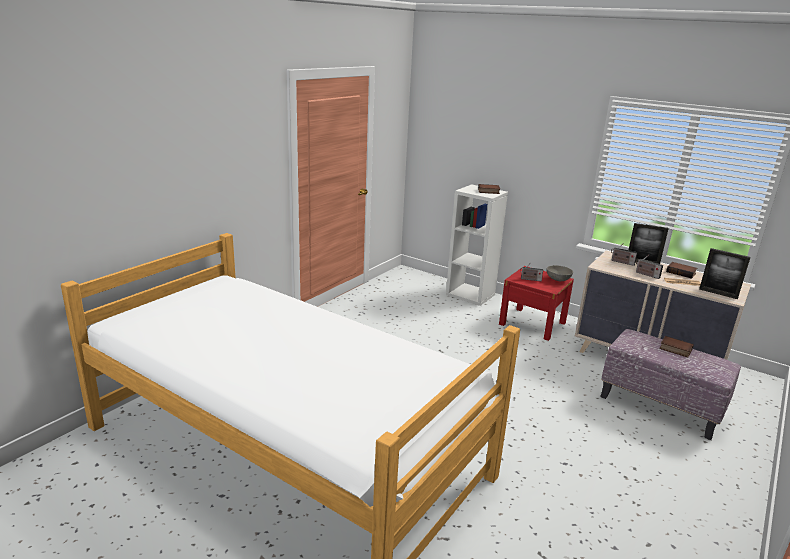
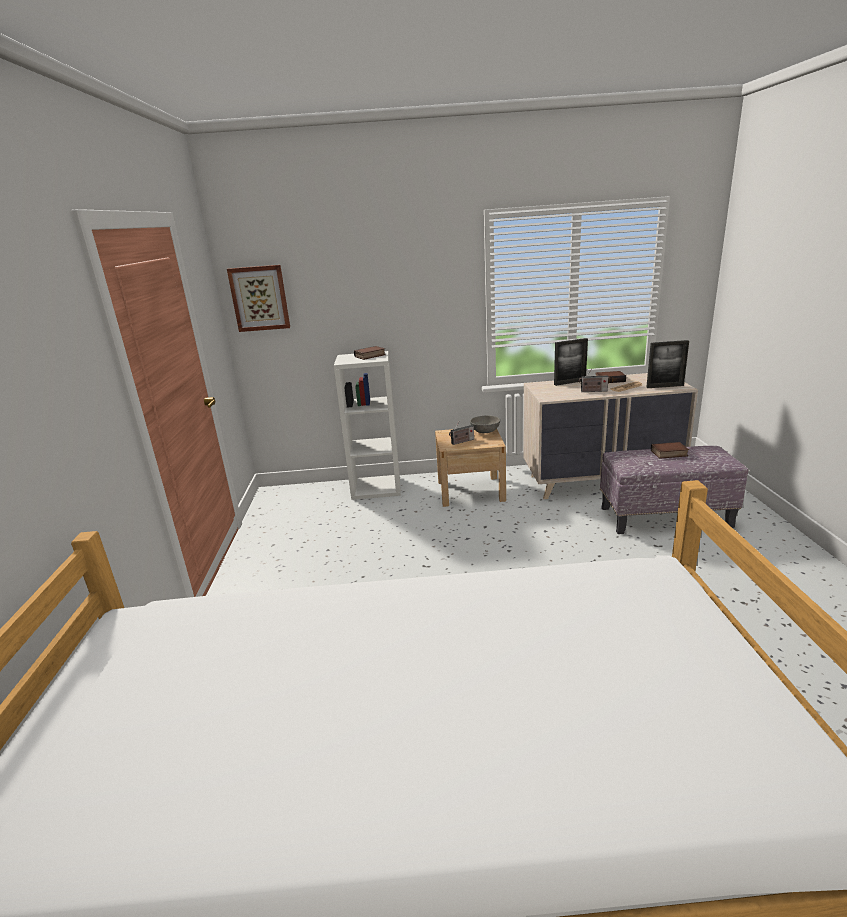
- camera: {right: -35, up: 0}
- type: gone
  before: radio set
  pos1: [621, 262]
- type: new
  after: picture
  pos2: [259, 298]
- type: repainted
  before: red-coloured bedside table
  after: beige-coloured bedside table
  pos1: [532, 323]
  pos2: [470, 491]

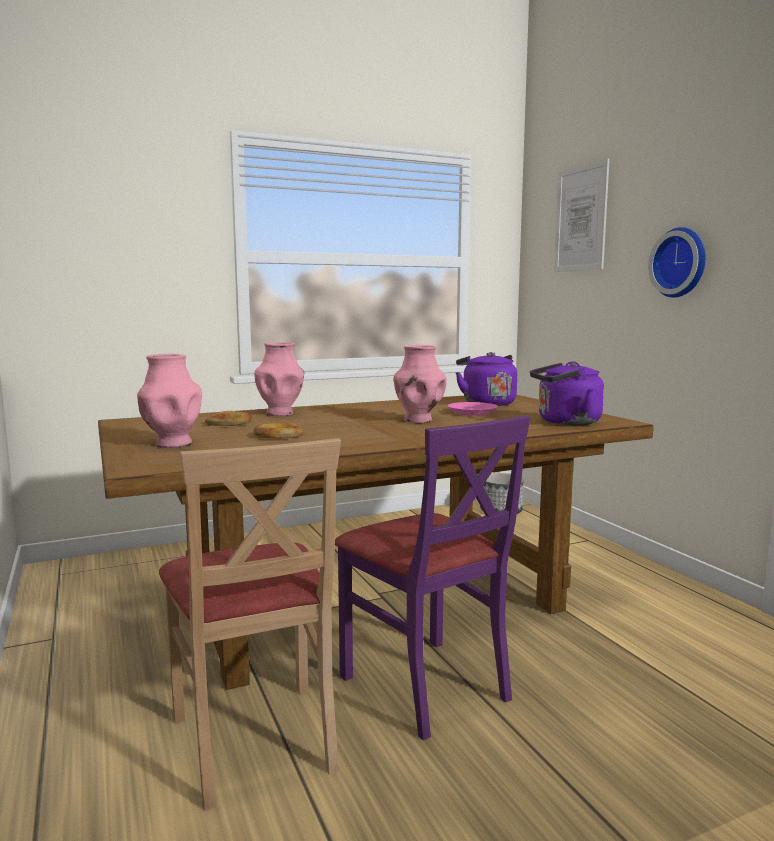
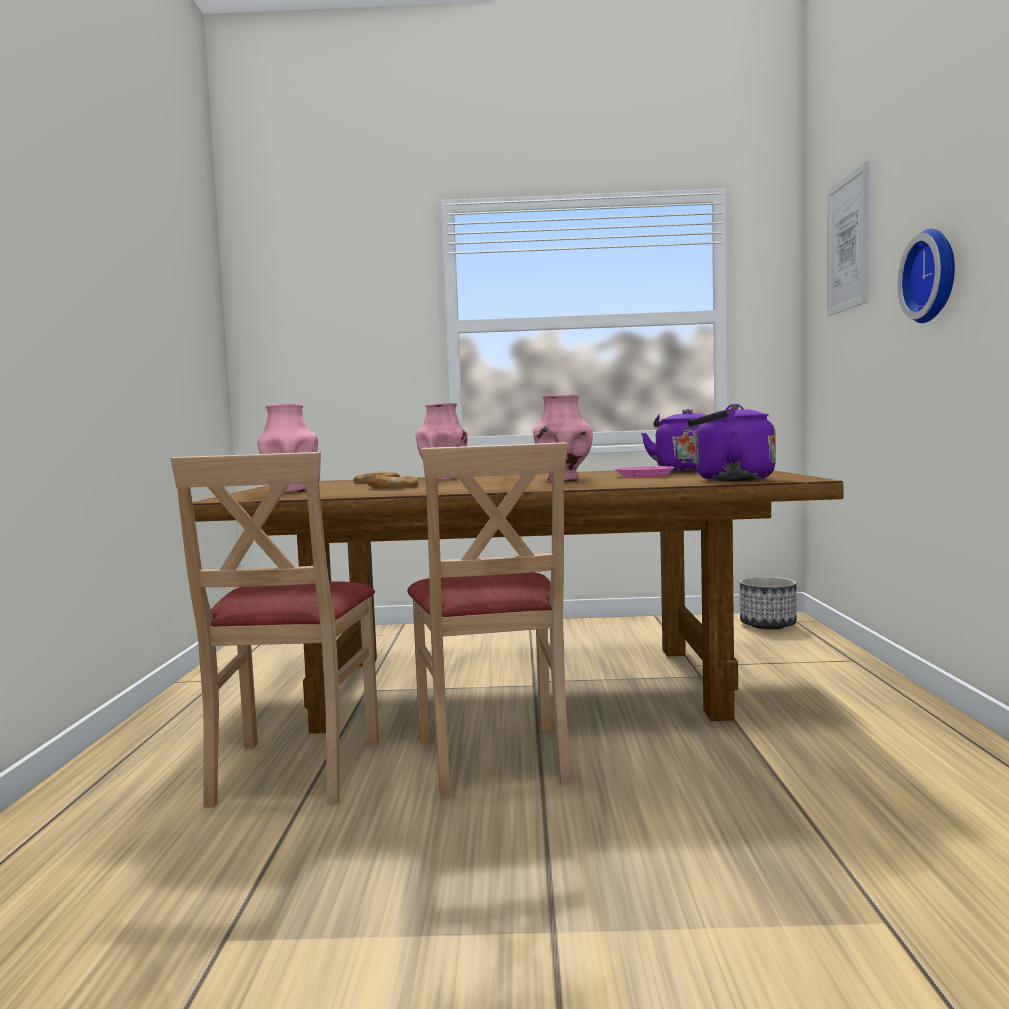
- camera: {right: 25, up: -5}
- type: repainted
  before: purple plain chair
  after: beige-coloured plain chair
  pos1: [426, 685]
  pos2: [494, 758]

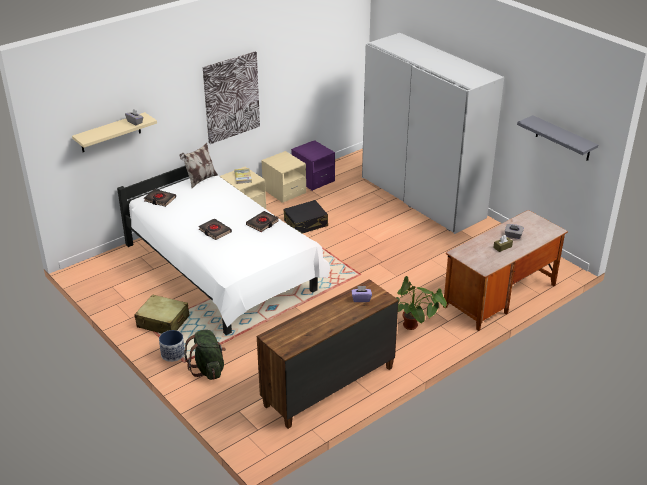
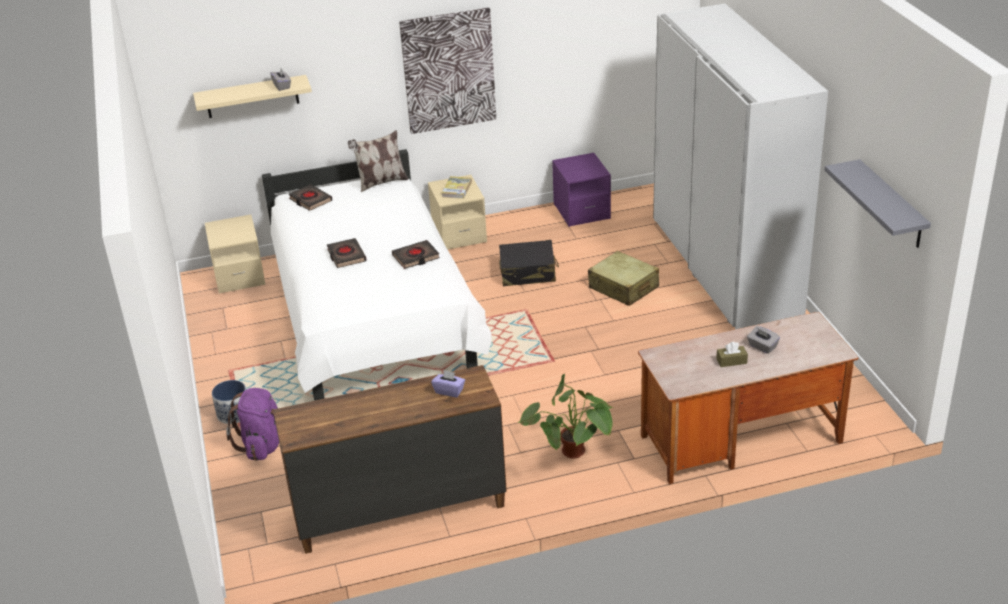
- camera: {right: 25, up: 0}
- type: shifted
  before: beige-coloured suitcase
  pos1: [163, 322]
  pos2: [623, 288]
- type: shifted
  before: beige-coloured bedside table
  pos1: [284, 191]
  pos2: [239, 276]
- type: repainted
  before: green-coloured rucksack
  after: purple rucksack
  pos1: [208, 369]
  pos2: [262, 445]

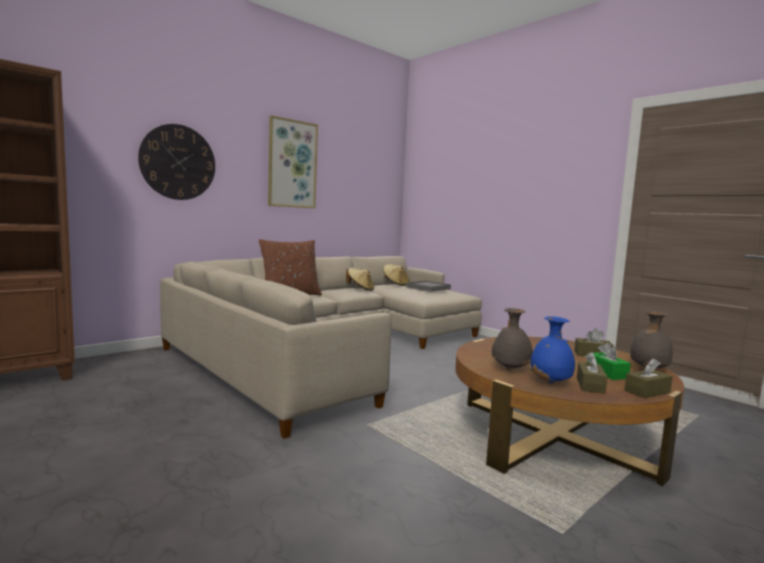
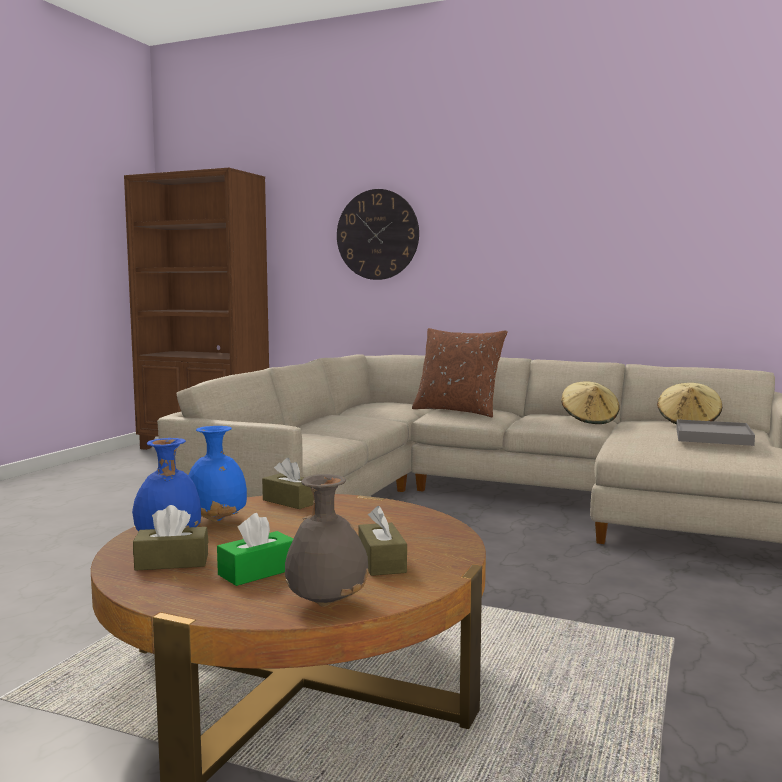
- camera: {right: 65, up: 0}
- type: gone
  before: picture
  pos1: [292, 164]
- type: shifted
  before: brownish box of tissues
  pos1: [647, 391]
  pos2: [290, 501]
- type: repainted
  before: grey decorative vase
  after: bluish decorative vase
  pos1: [510, 368]
  pos2: [218, 520]

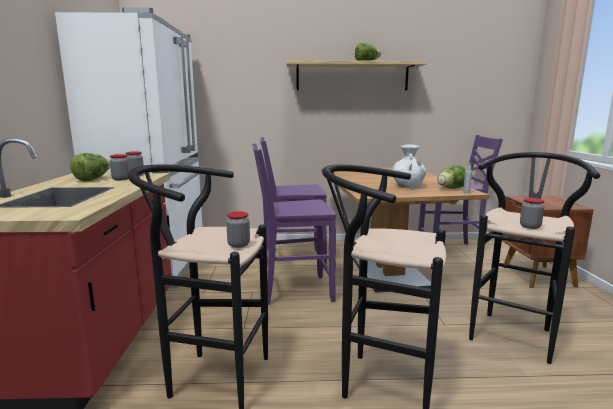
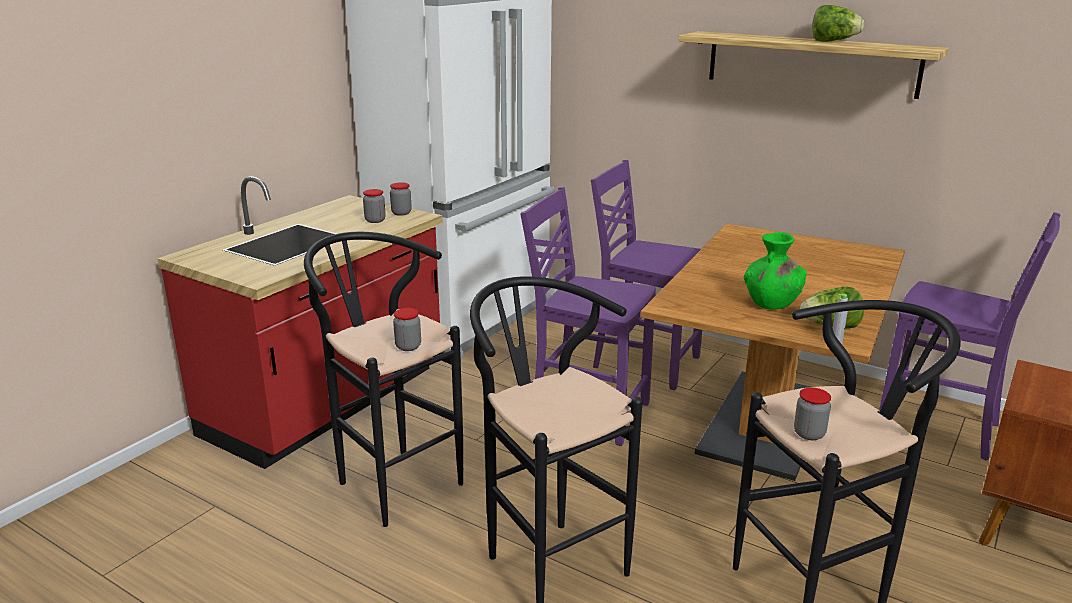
- camera: {right: 35, up: 10}
- type: gone
  before: lettuce head
  pos1: [93, 179]
- type: repainted
  before: white-coloured decorative vase
  after: green-coloured decorative vase
  pos1: [408, 186]
  pos2: [771, 303]

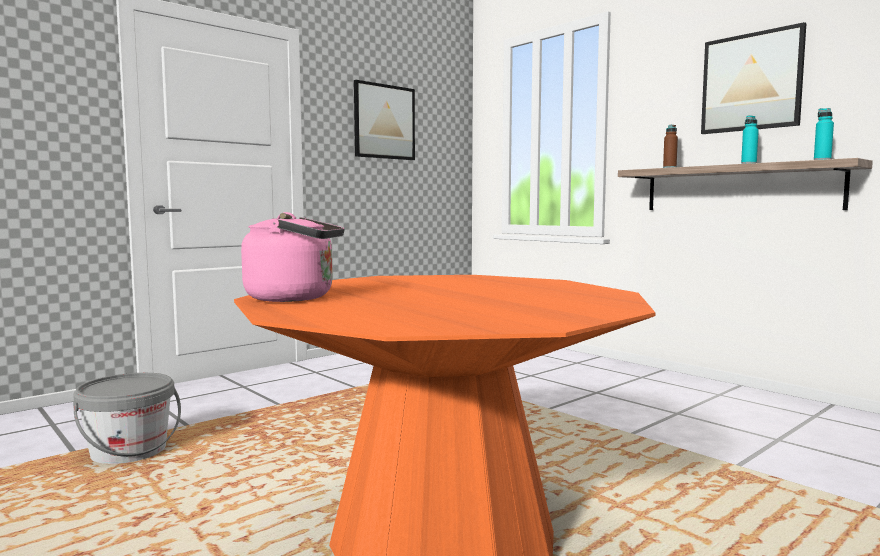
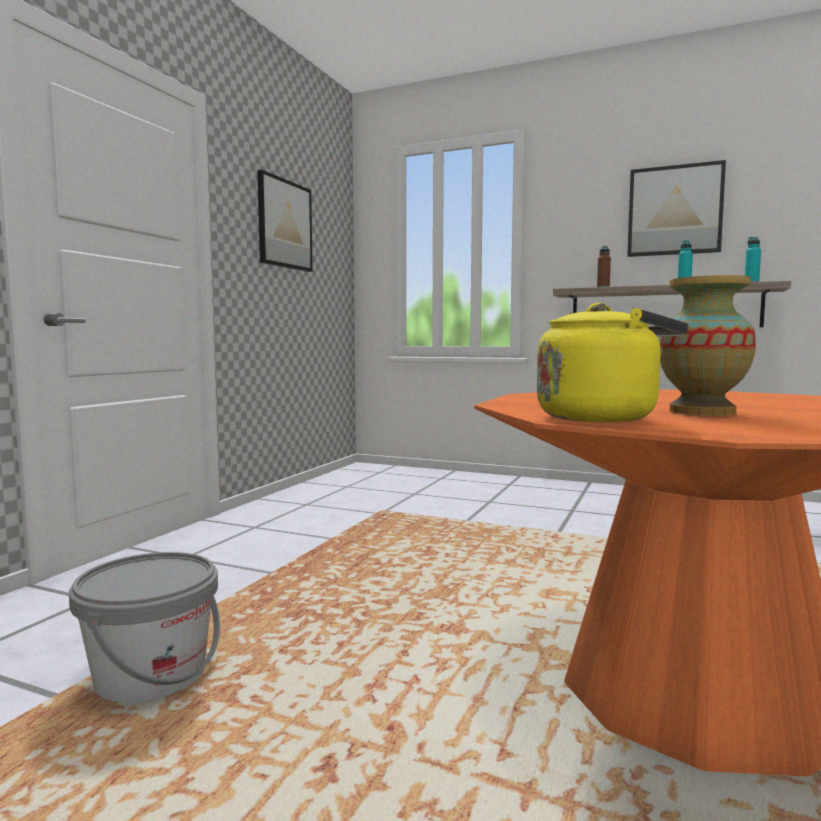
- camera: {right: -25, up: 0}
- type: new
  after: decorative vase
  pos2: [702, 412]
- type: repainted
  before: pink-coloured tea kettle
  after: yellow-coloured tea kettle
  pos1: [296, 298]
  pos2: [601, 417]

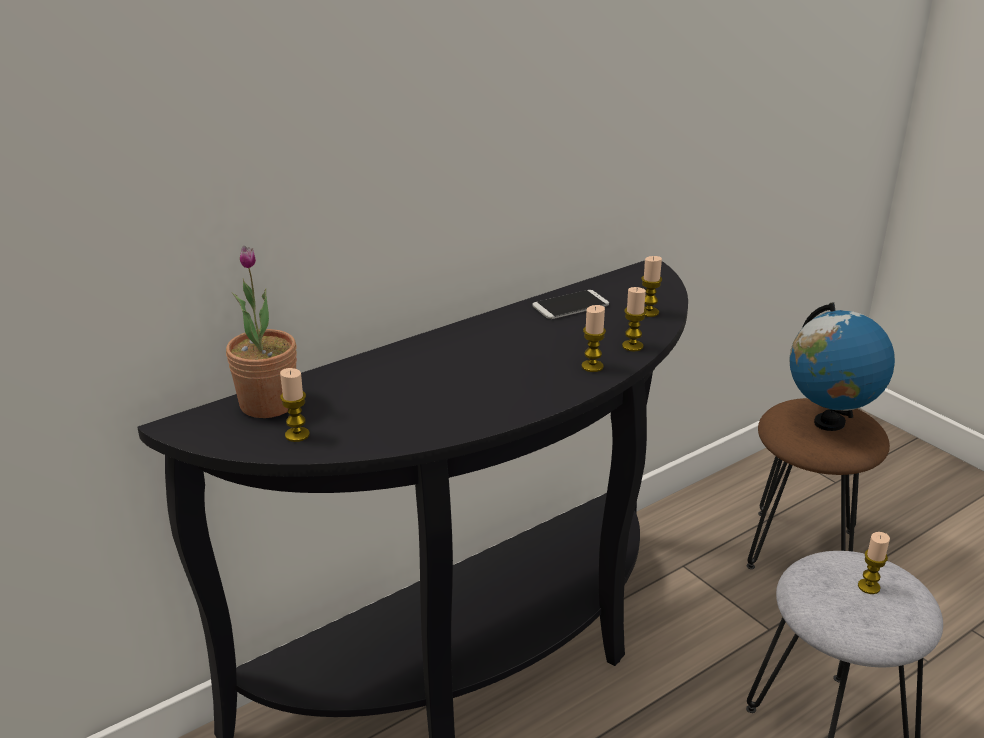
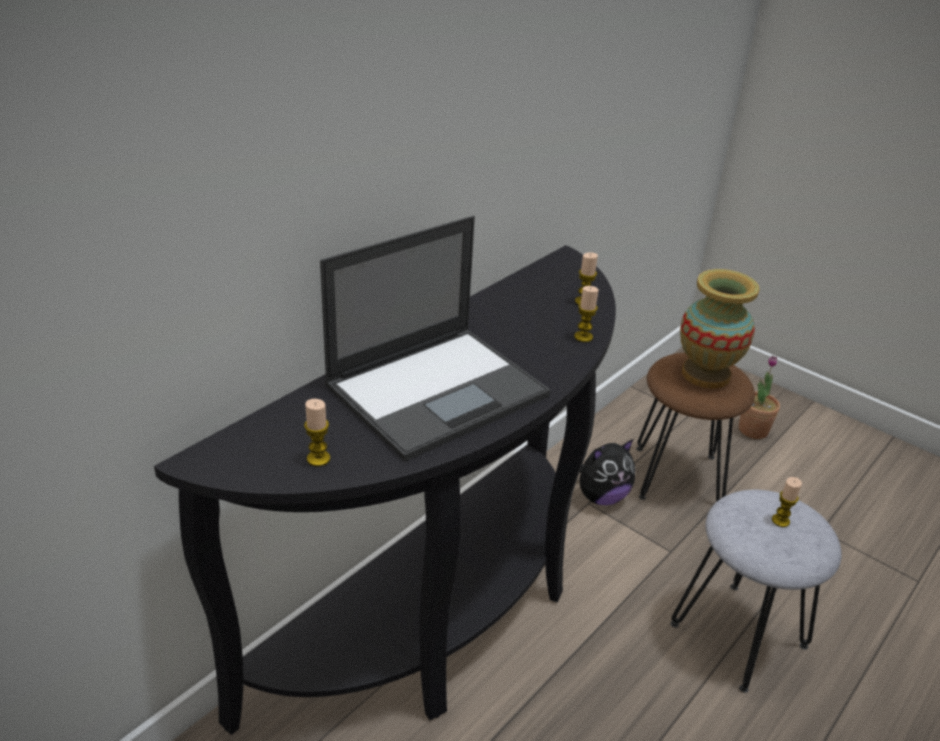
- camera: {right: -15, up: 5}
- type: gone
  before: phone
  pos1: [570, 305]
- type: gone
  before: wax light
  pos1: [592, 366]
- type: new
  after: portable computer
  pos2: [439, 389]
- type: new
  after: plush toy
  pos2: [601, 496]
- type: shifted
  before: potted plant
  pos1: [268, 404]
  pos2: [753, 430]
- type: swapped
  before: world globe
  after: decorative vase
  pos1: [828, 423]
  pos2: [705, 374]

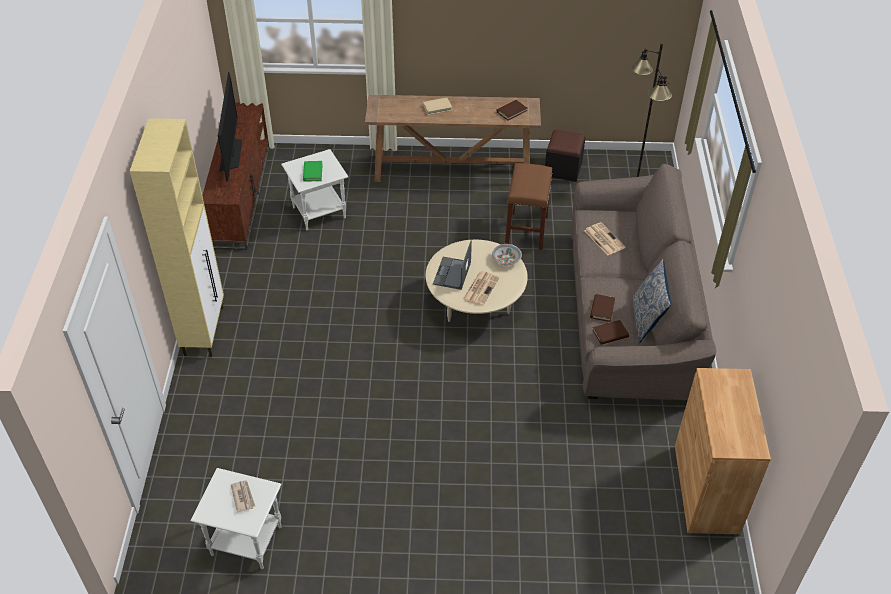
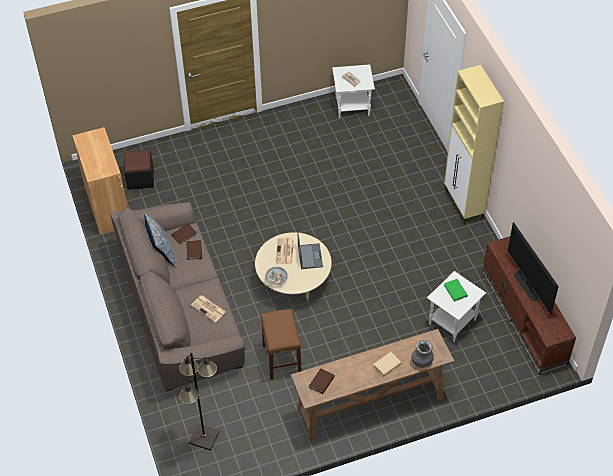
- camera: {right: 160, up: 5}
- type: new
  after: grey decorative vase
  pos2: [422, 361]
- type: shifted
  before: black-coloured ottoman
  pos1: [563, 169]
  pos2: [140, 179]

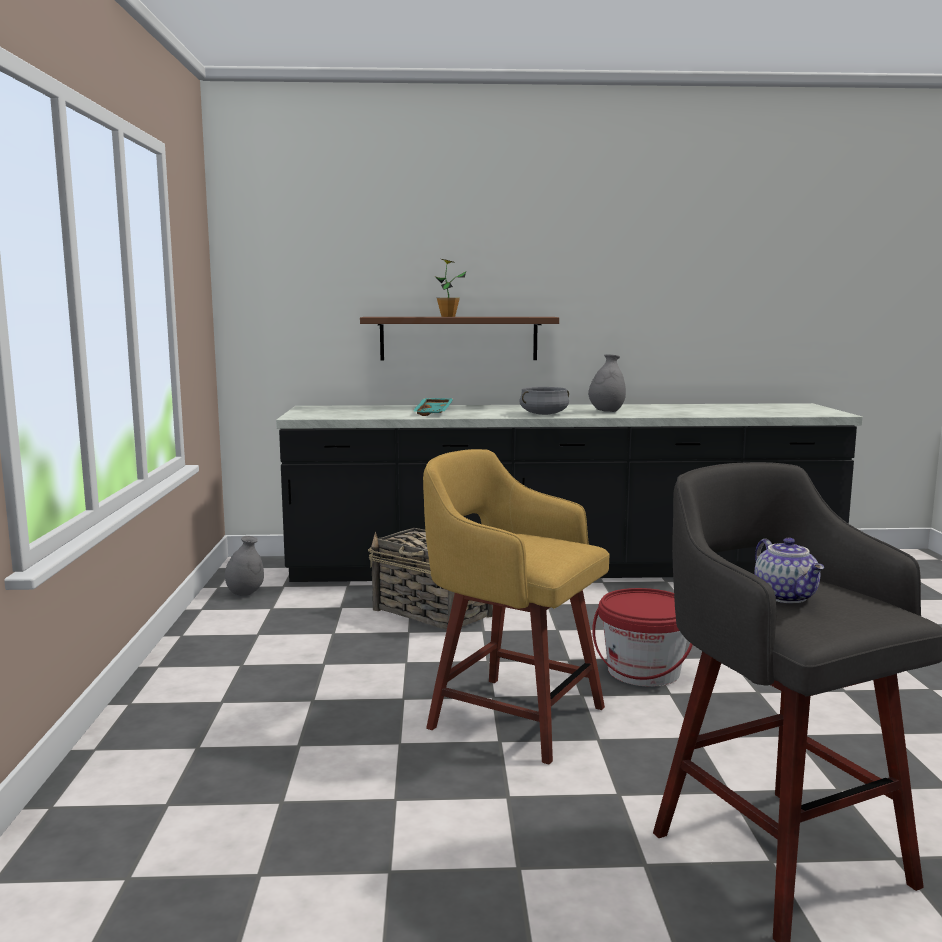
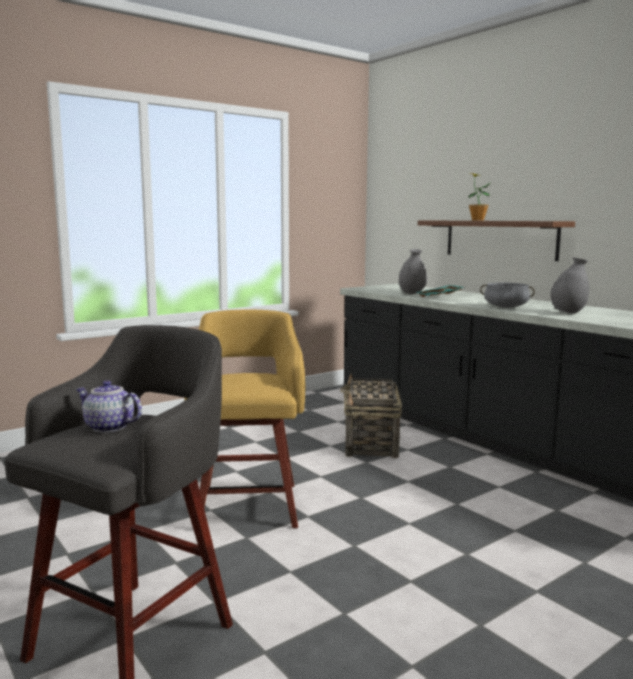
- camera: {right: 55, up: 0}
- type: gone
  before: red-coloured water bucket
  pos1: [643, 672]
- type: shifted
  before: grey decorative vase
  pos1: [245, 593]
  pos2: [412, 293]
- type: rotated
  before: teapot
  pos1: [787, 596]
  pos2: [108, 427]
  turn: 75

